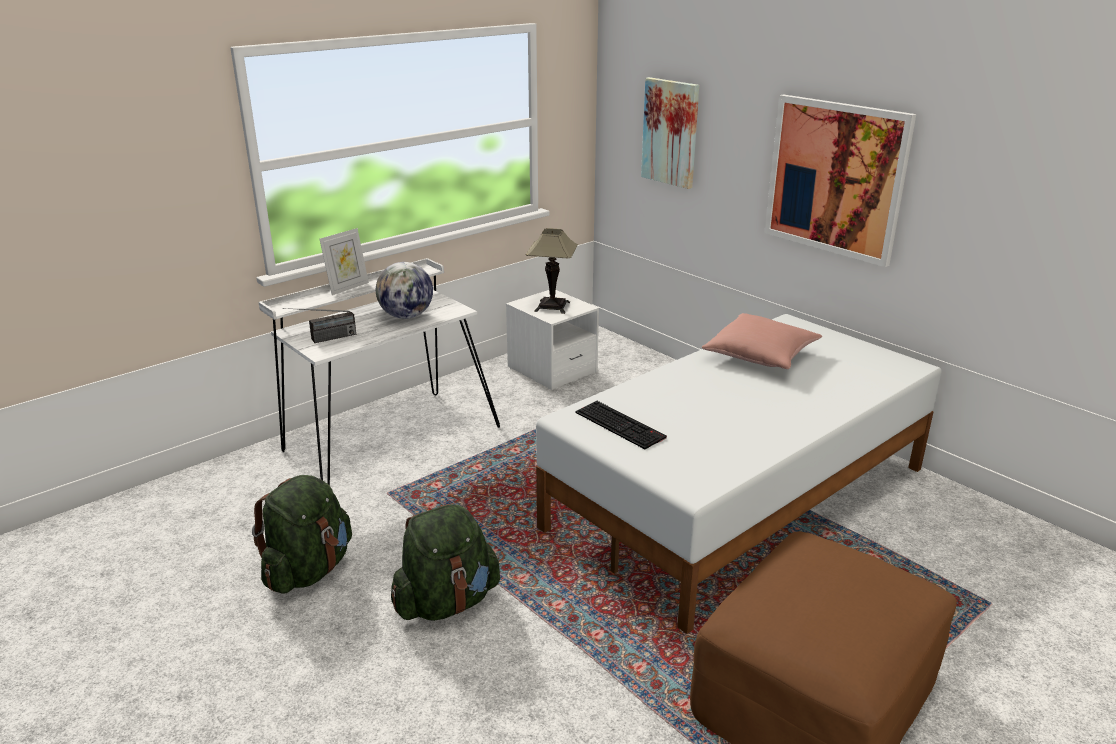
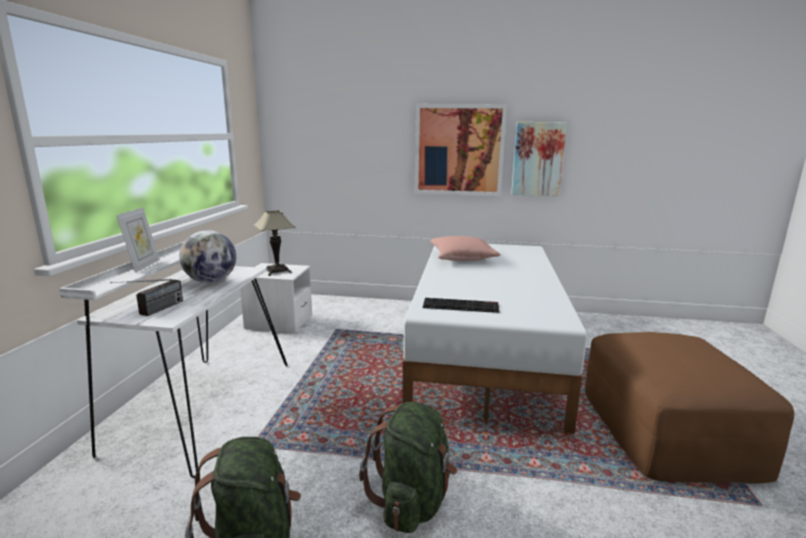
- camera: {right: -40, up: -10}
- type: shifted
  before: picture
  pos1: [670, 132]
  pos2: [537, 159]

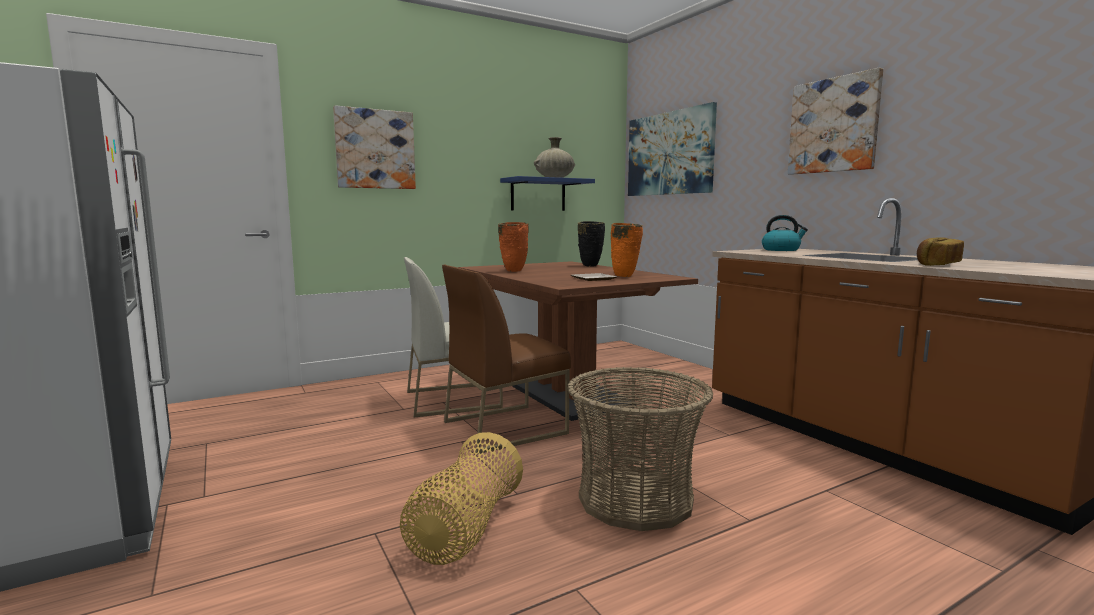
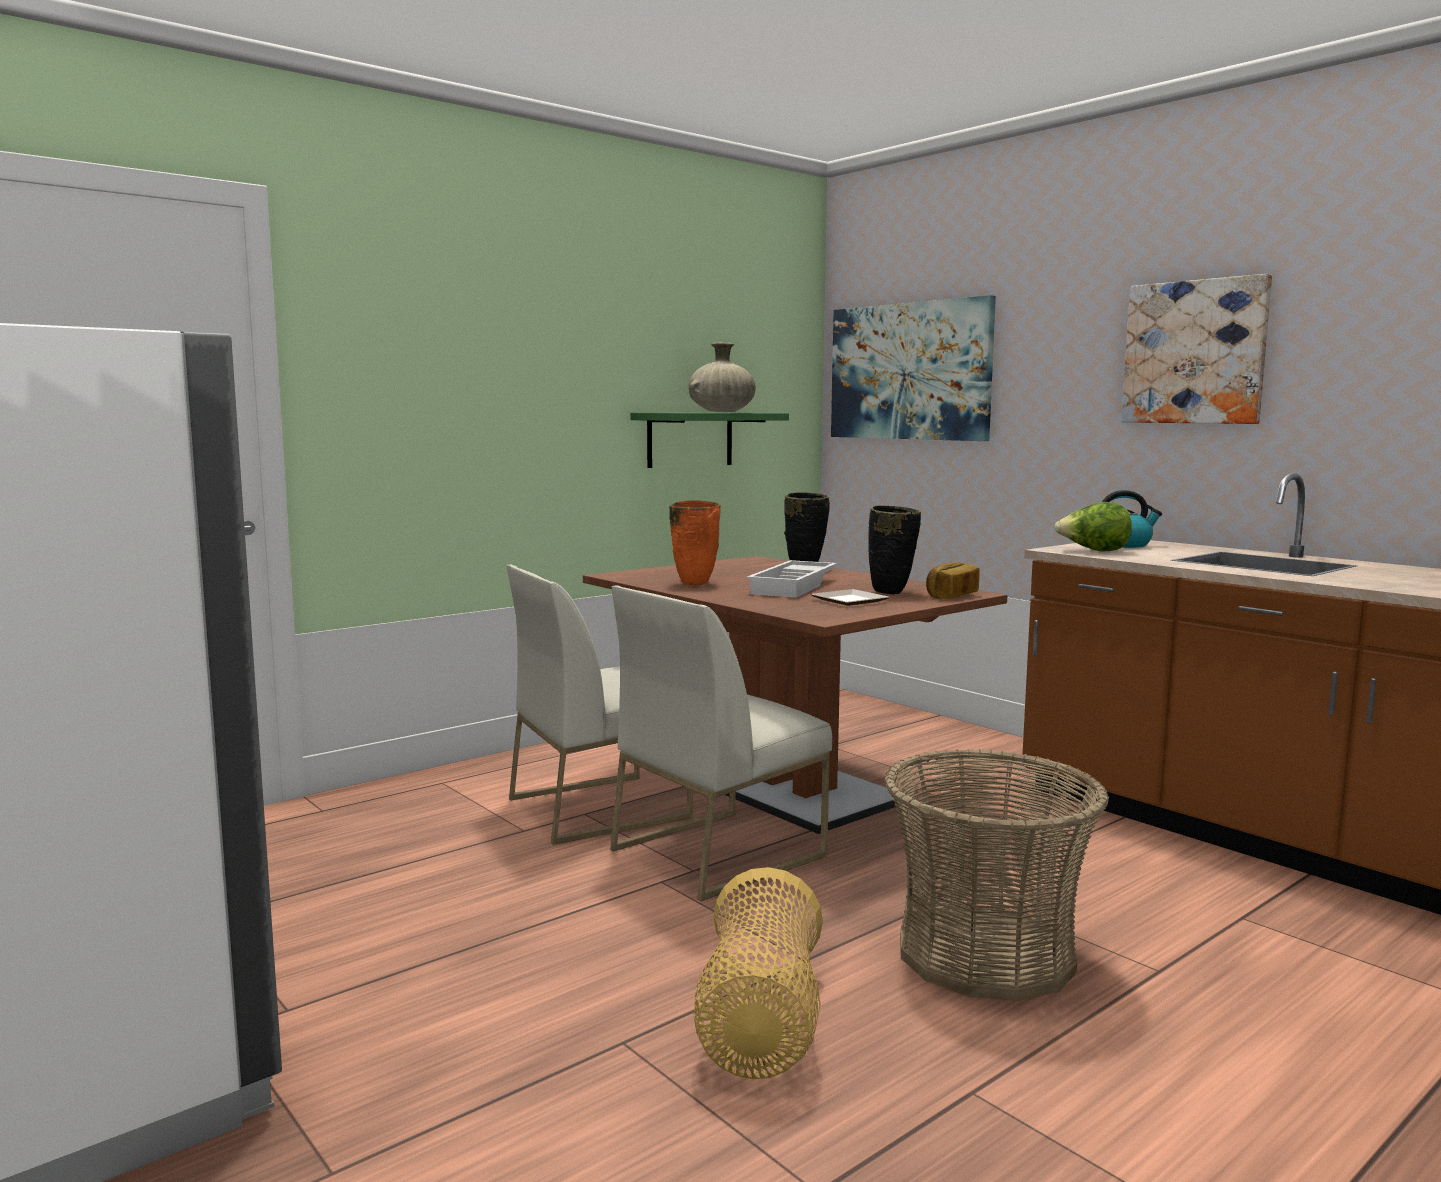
- camera: {right: -10, up: 0}
- type: gone
  before: picture
  pos1: [375, 149]
- type: new
  after: white-coloured serving tray
  pos2: [795, 587]
- type: new
  after: lettuce head
  pos2: [1094, 551]
- type: shifted
  before: baked bread
  pos1: [937, 264]
  pos2: [950, 595]
- type: repainted
  before: brownish plain chair
  after: white-coloured plain chair
  pos1: [505, 427]
  pos2: [718, 852]
- type: repainted
  before: bluish wall shelf
  after: green-coloured wall shelf
  pos1: [538, 195]
  pos2: [690, 439]
- type: repainted
  before: orange-coloured decorative vase
  after: black-coloured decorative vase
  pos1: [625, 276]
  pos2: [891, 593]

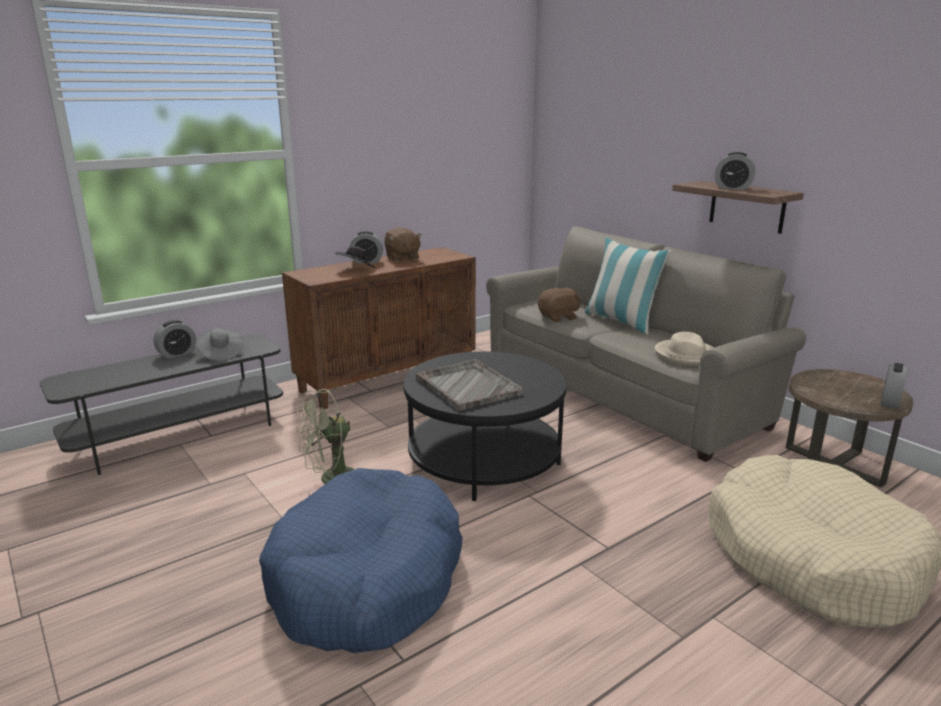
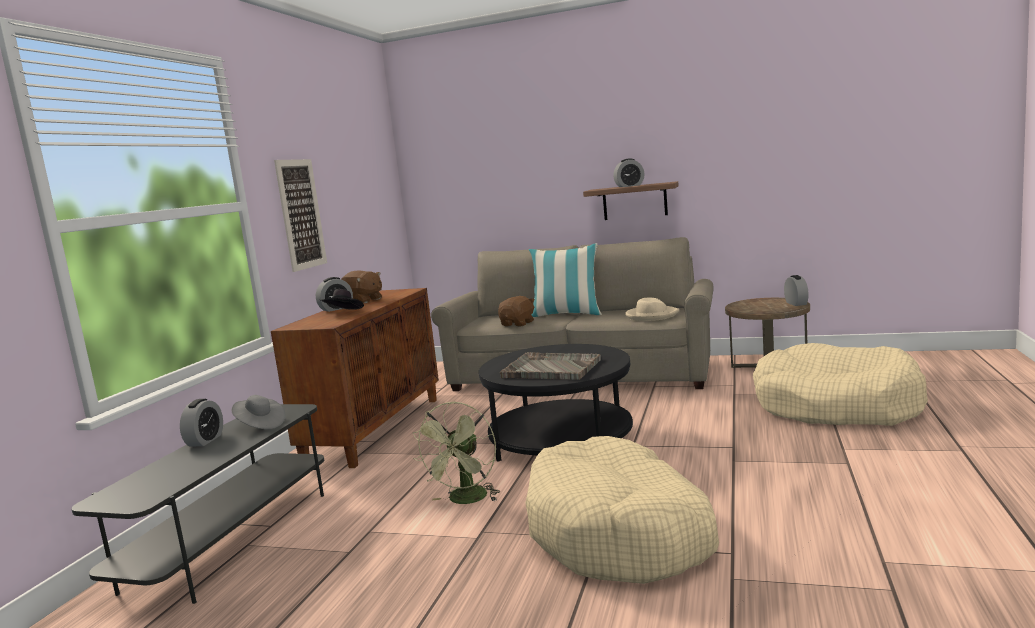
- camera: {right: -35, up: -10}
- type: new
  after: picture
  pos2: [301, 214]
- type: repainted
  before: bluish dog bed
  after: beige-coloured dog bed
  pos1: [367, 579]
  pos2: [619, 533]

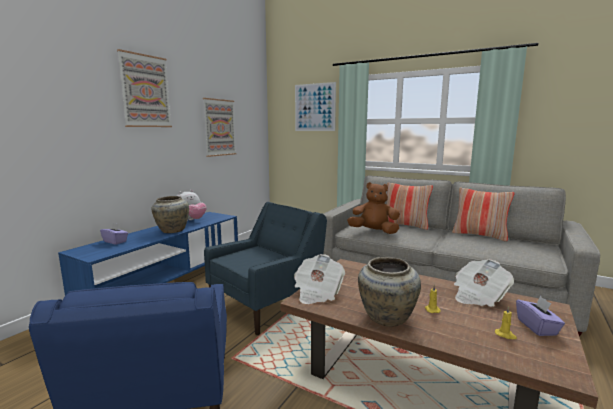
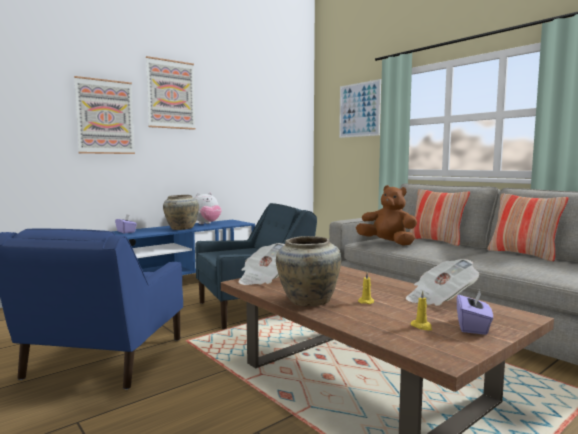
- camera: {right: 20, up: -5}
- type: shifted
  before: picture
  pos1: [219, 127]
  pos2: [105, 117]

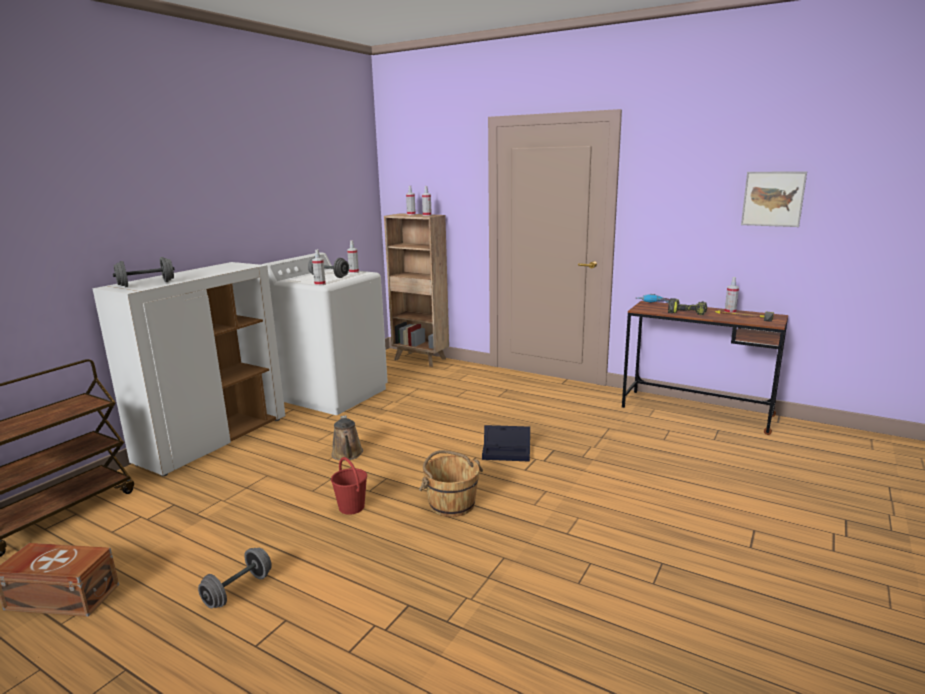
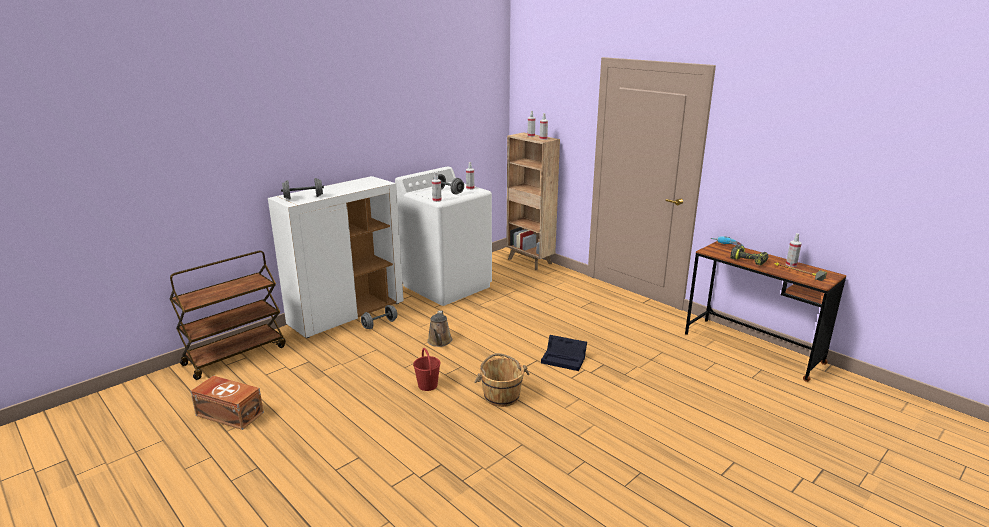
- camera: {right: 15, up: 5}
- type: gone
  before: picture
  pos1: [773, 199]
- type: shifted
  before: grey free weight
  pos1: [238, 590]
  pos2: [379, 324]

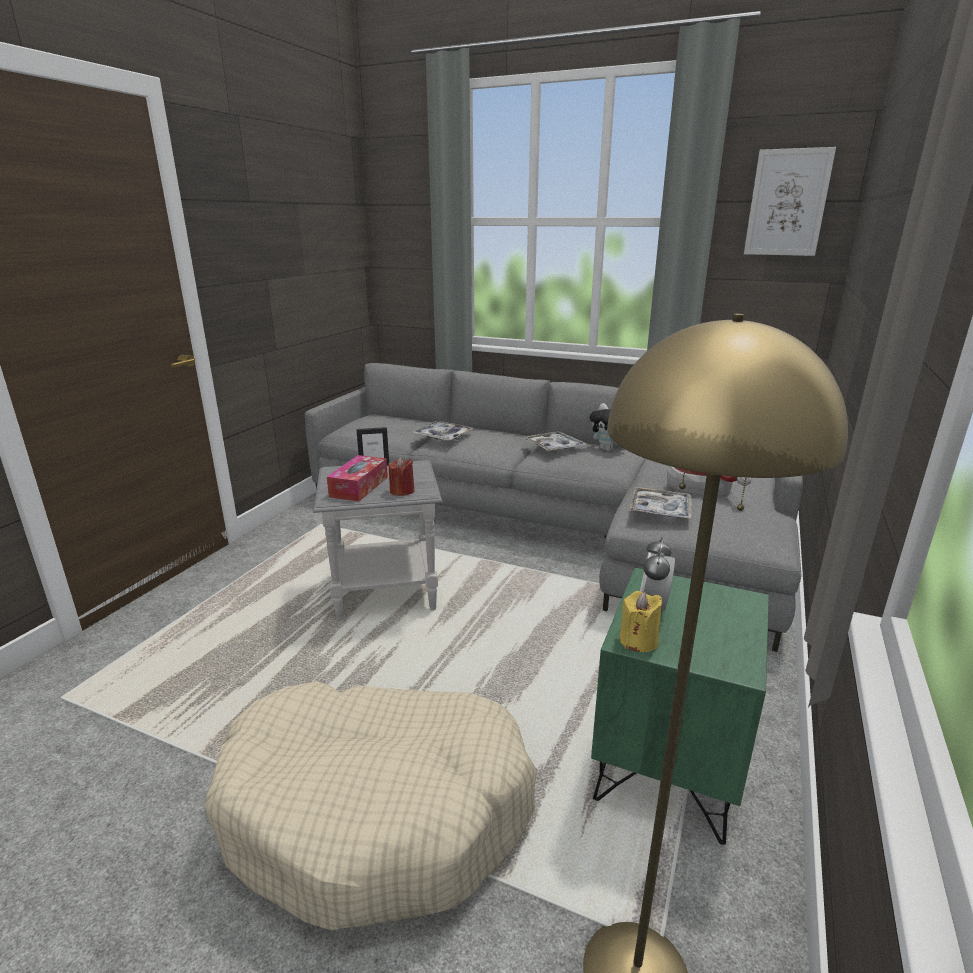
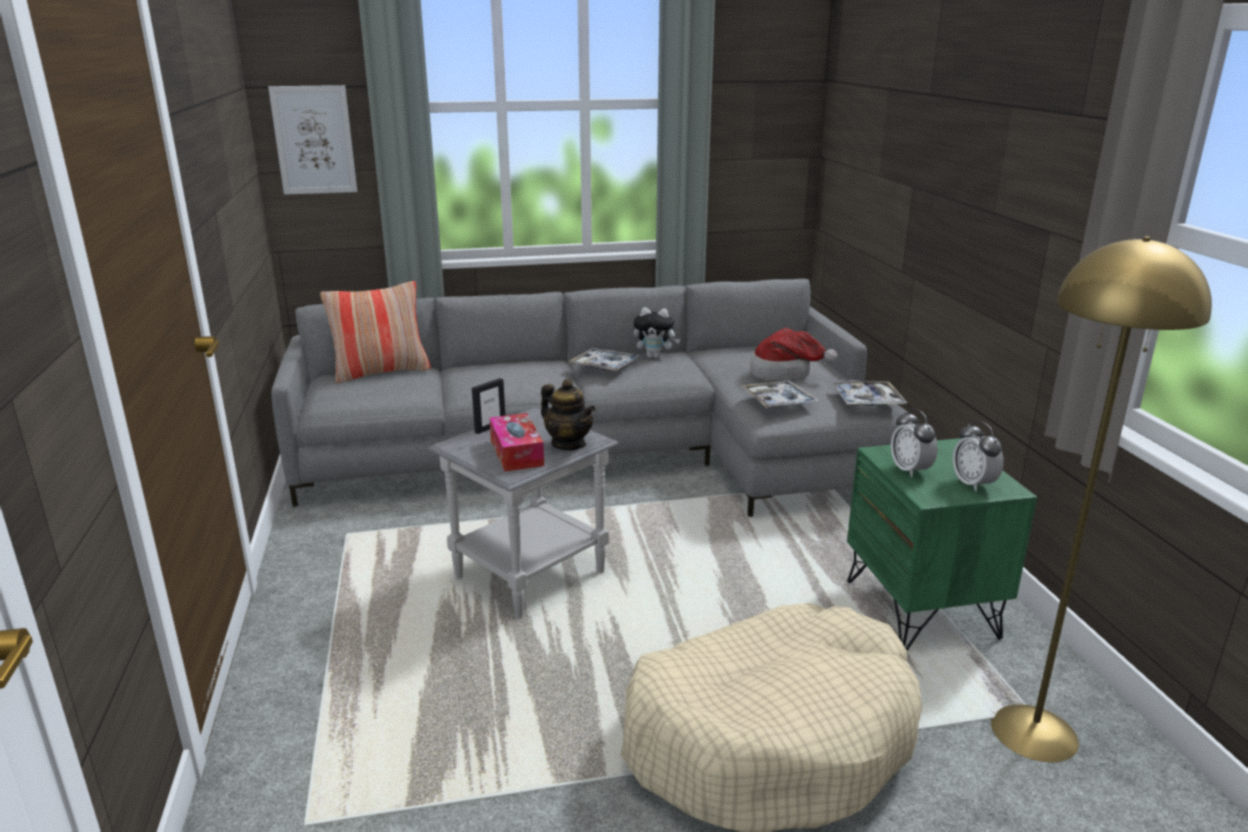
- camera: {right: -35, up: 0}
- type: gone
  before: yellow-coloured wax light
  pos1: [638, 641]
- type: new
  after: cushion
  pos2: [381, 372]
- type: new
  after: table clock
  pos2: [973, 484]
- type: shifted
  before: serving tray
  pos1: [443, 436]
  pos2: [867, 401]
- type: shifted
  before: picture
  pos1: [787, 203]
  pos2: [314, 140]
- type: swapped
  before: red-coloured wax light
  after: teapot
  pos1: [402, 491]
  pos2: [569, 444]

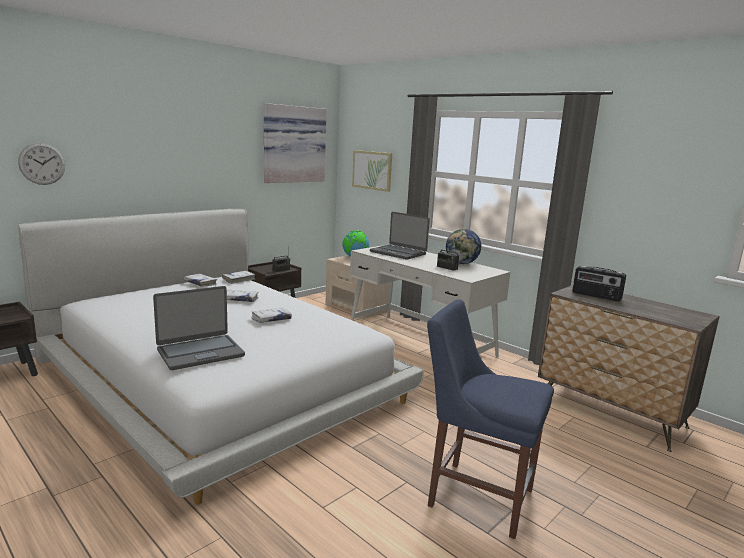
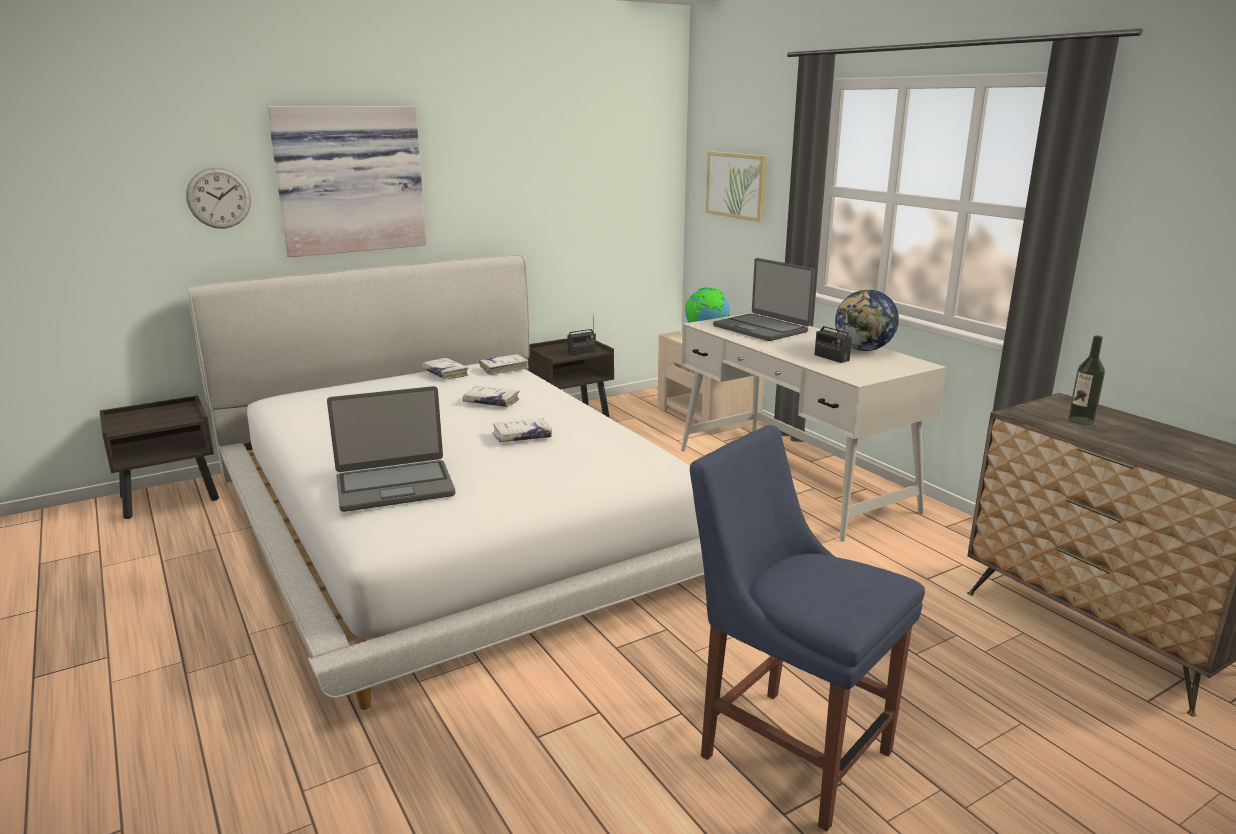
- camera: {right: 15, up: 5}
- type: shifted
  before: picture
  pos1: [293, 144]
  pos2: [349, 179]
- type: swapped
  before: radio set
  after: beverage bottle
  pos1: [596, 296]
  pos2: [1081, 420]

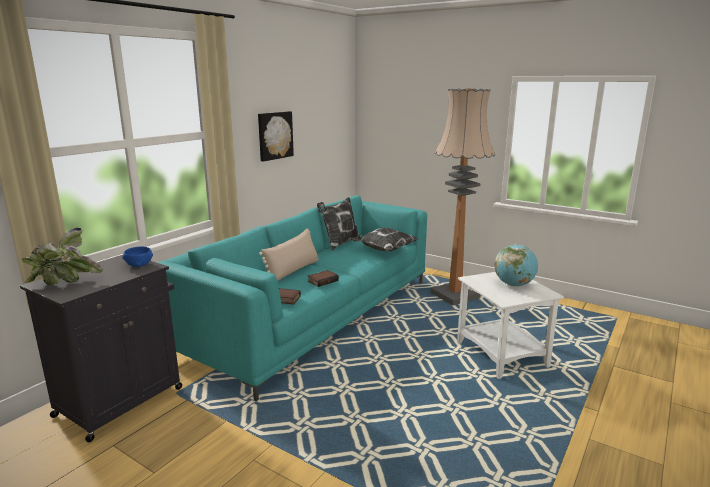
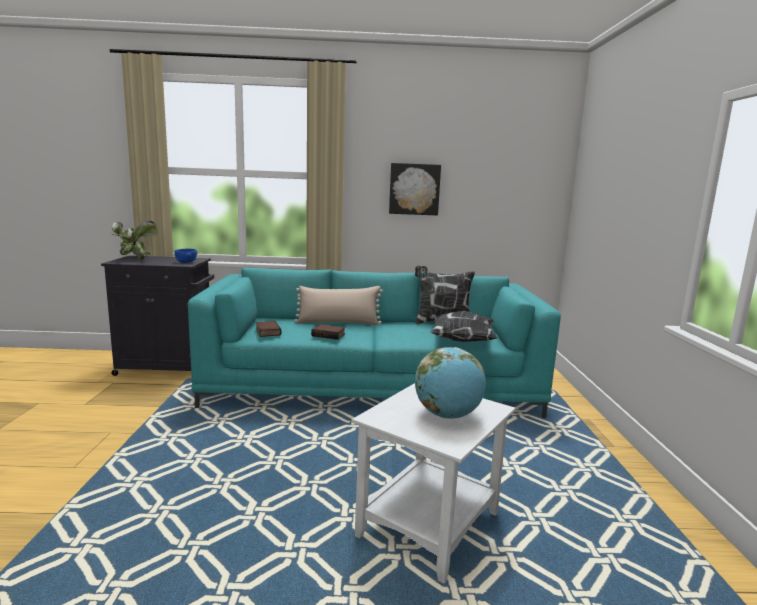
- camera: {right: 55, up: -5}
- type: gone
  before: standing lamp
  pos1: [455, 295]

